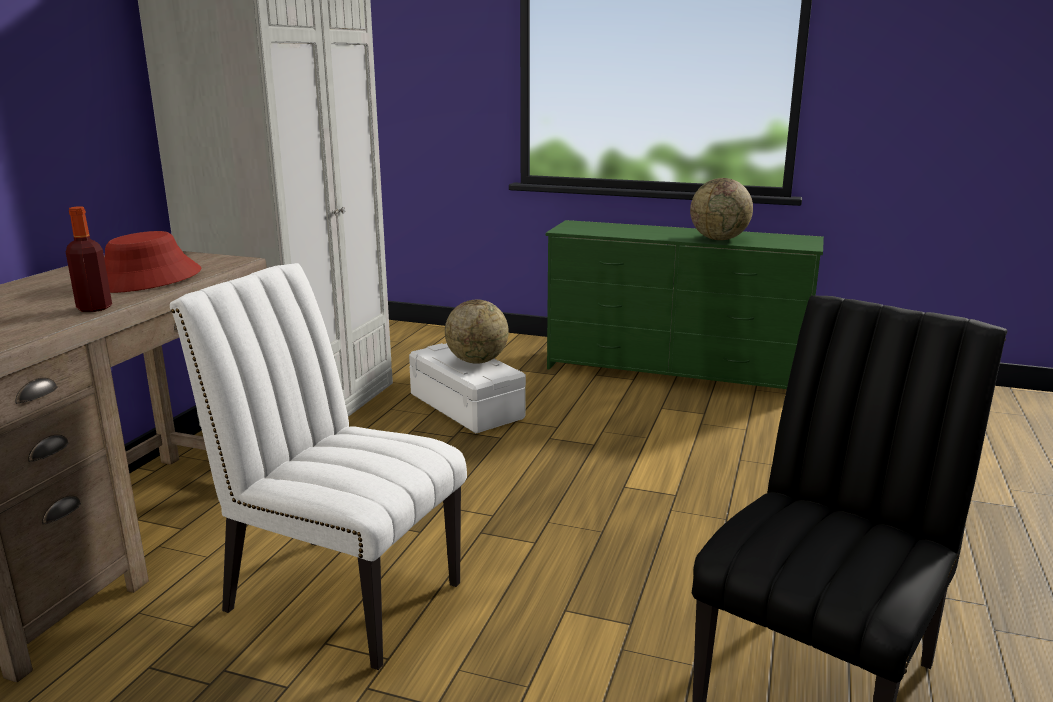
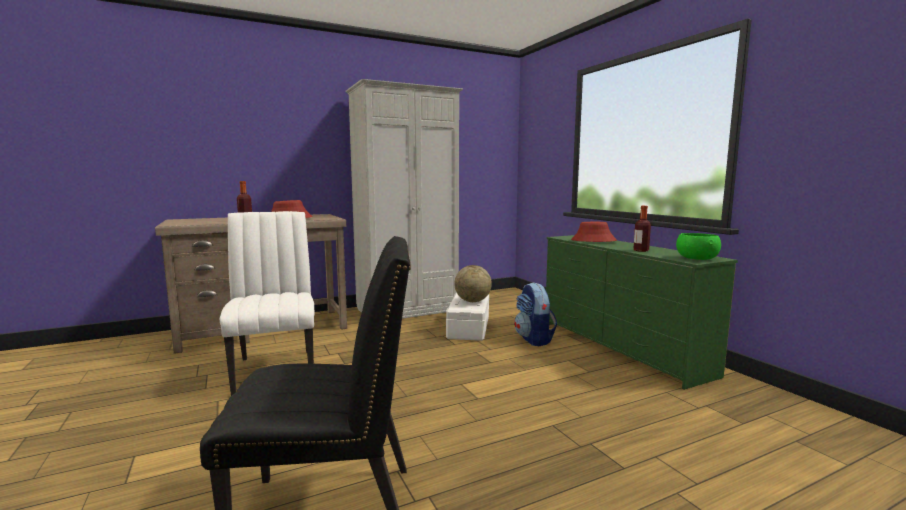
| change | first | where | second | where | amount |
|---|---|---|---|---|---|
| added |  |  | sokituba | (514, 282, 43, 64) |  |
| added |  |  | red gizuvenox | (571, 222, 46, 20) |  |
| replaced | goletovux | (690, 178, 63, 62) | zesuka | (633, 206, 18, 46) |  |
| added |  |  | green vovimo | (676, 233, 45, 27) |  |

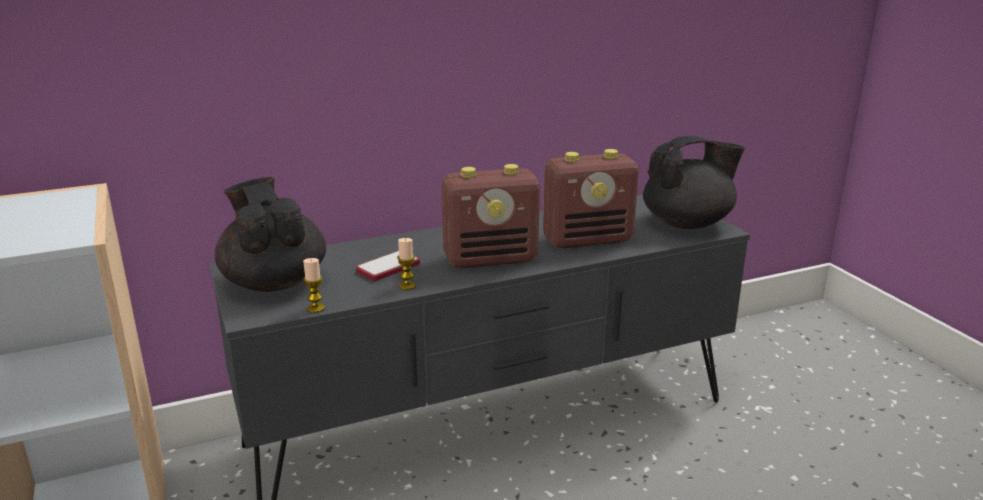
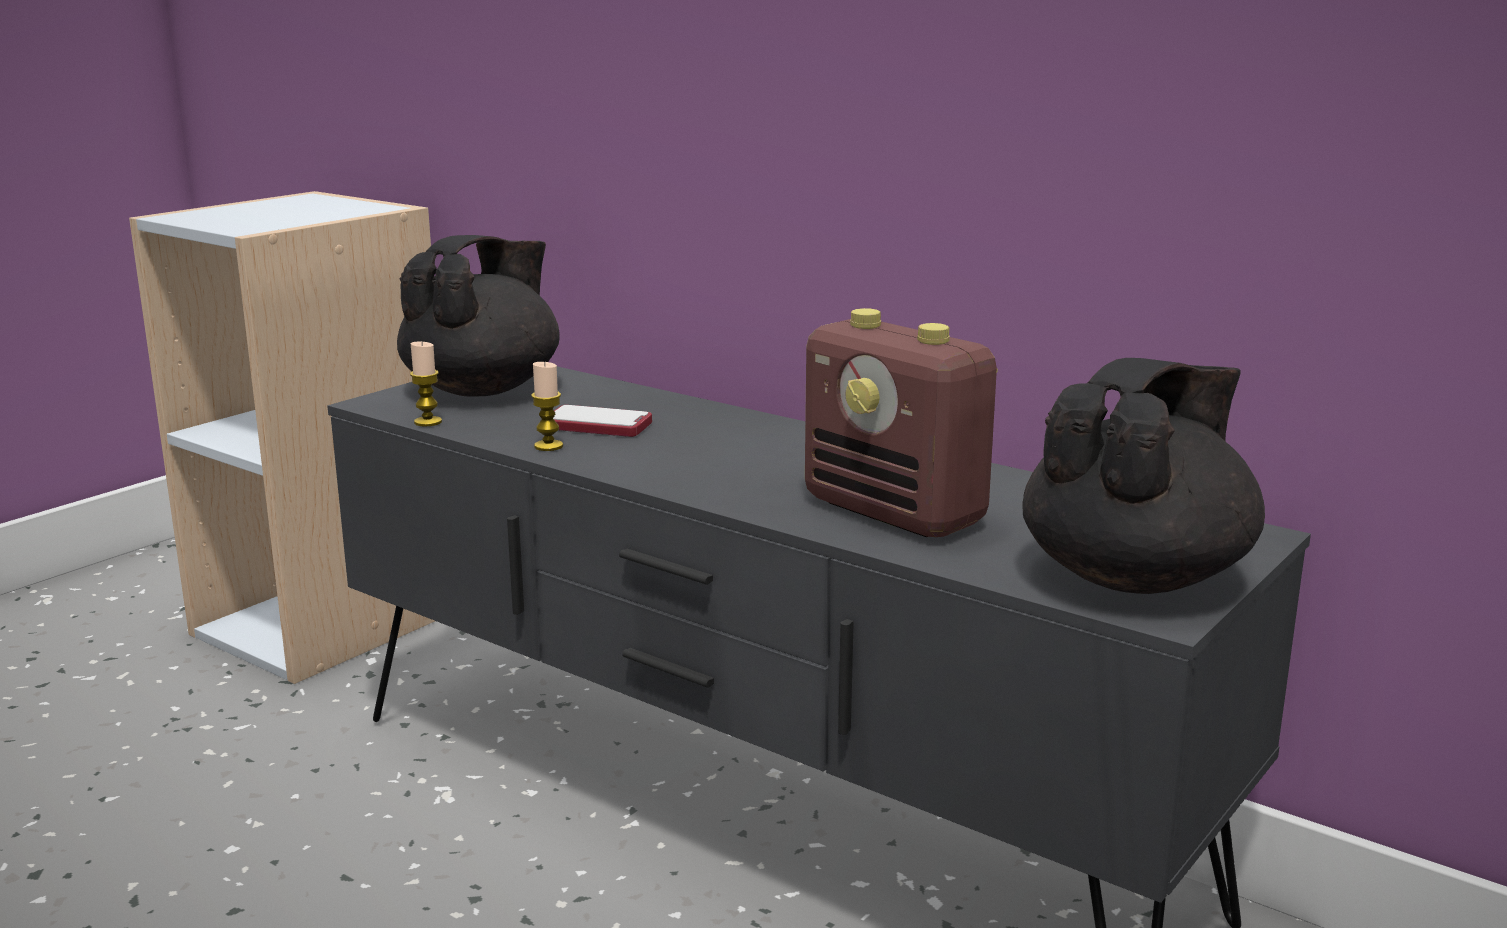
| change | first | where | second | where | amount |
|---|---|---|---|---|---|
| turned | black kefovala | (643, 136, 102, 93) |  | (1022, 358, 243, 236) | 90 degrees counterclockwise |
| removed | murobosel | (442, 164, 98, 104) |  |  |  |

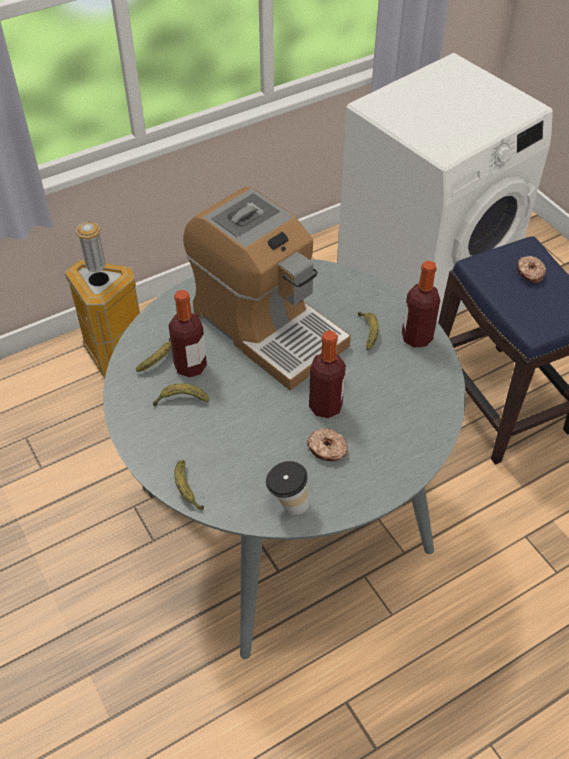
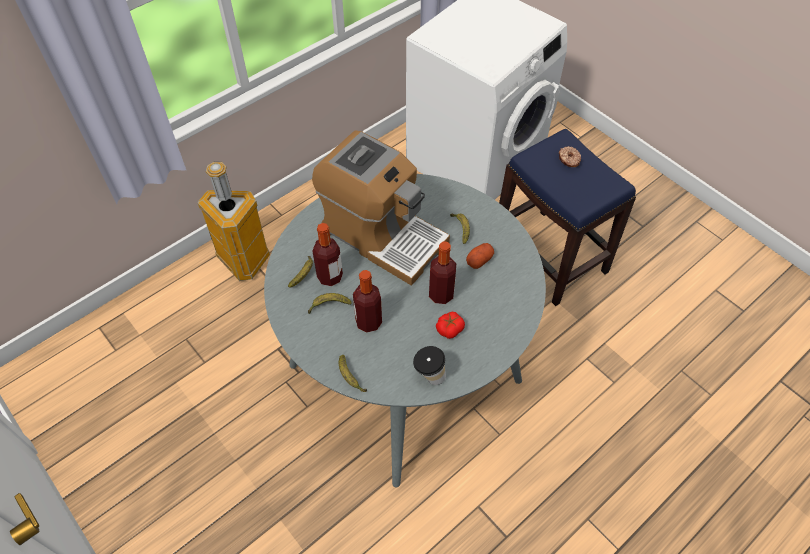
| change | first | where | second | where | amount |
|---|---|---|---|---|---|
| moved | zesuka | (402, 261, 38, 87) |  | (353, 270, 29, 63) |  |
| replaced | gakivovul | (307, 428, 41, 33) | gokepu | (436, 312, 29, 27) |  |
| added |  |  | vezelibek | (466, 243, 28, 26) |  |

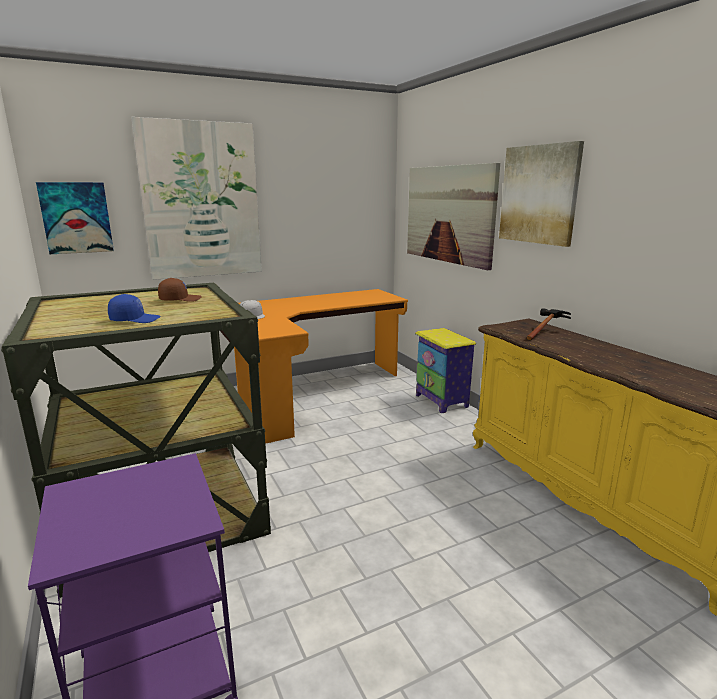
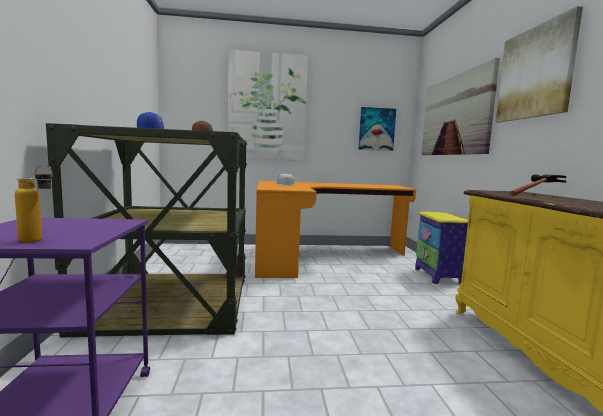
| change | first | where | second | where | amount |
|---|---|---|---|---|---|
| added |  |  | zesuka | (15, 165, 38, 78) |  |
| moved | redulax | (36, 182, 78, 72) |  | (359, 107, 37, 44) |  |

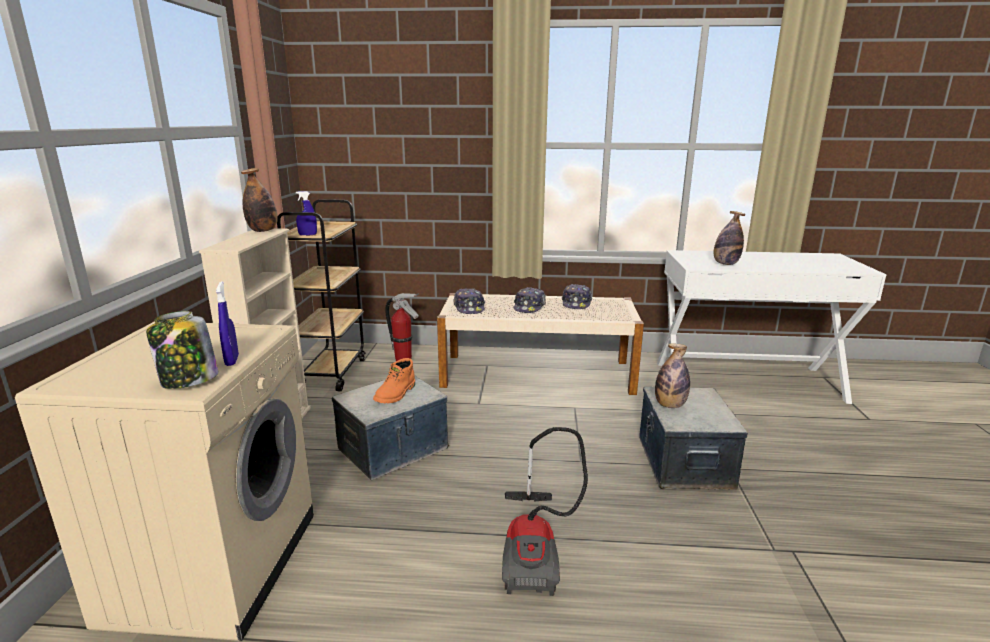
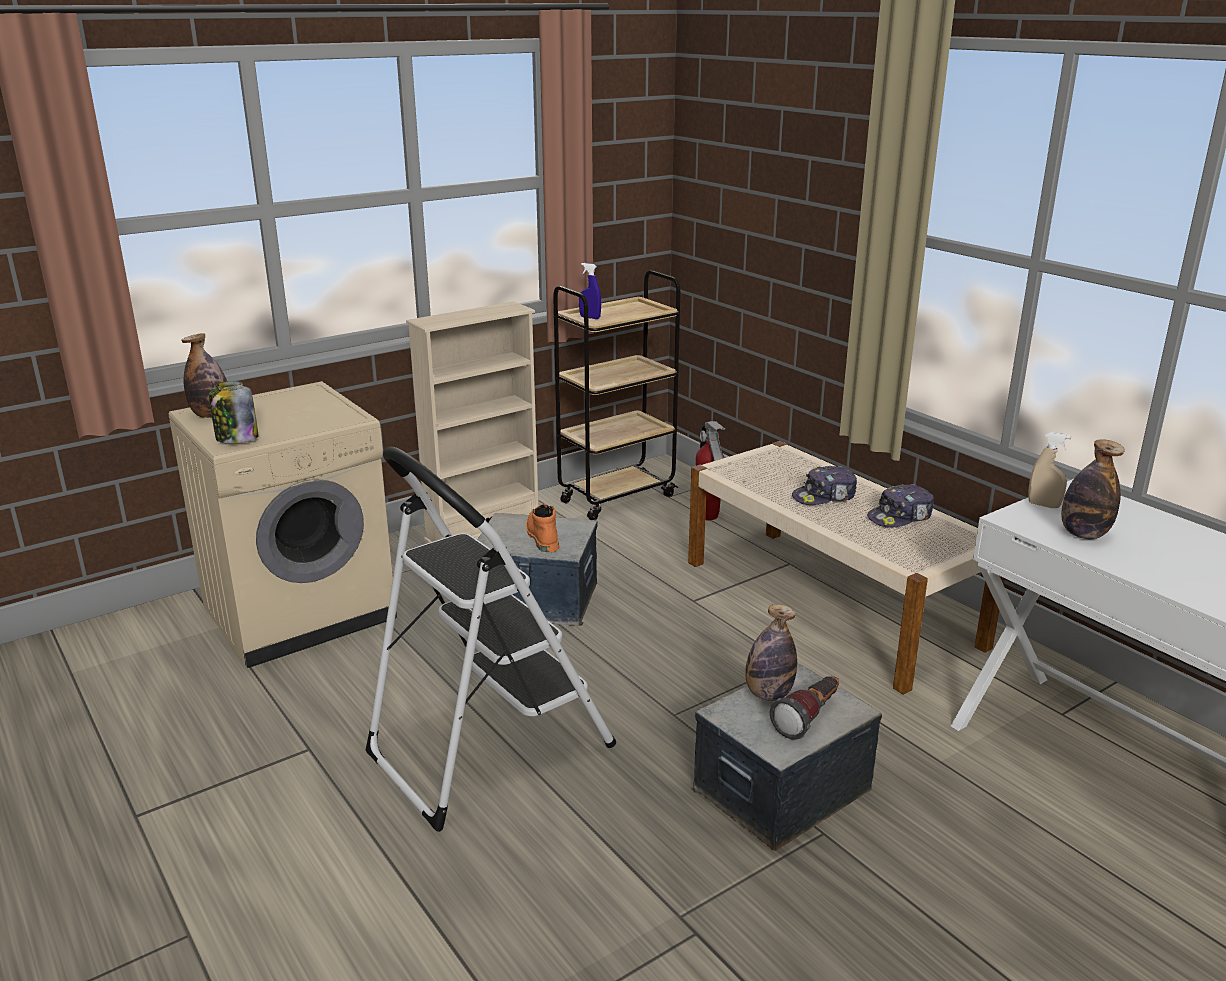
| change | first | where | second | where | amount |
|---|---|---|---|---|---|
| moved | zesuka | (241, 168, 37, 64) |  | (181, 333, 46, 85) |  |
| replaced | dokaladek | (502, 427, 86, 169) | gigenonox | (366, 447, 250, 385) |  |
| turned | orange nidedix | (373, 358, 42, 45) |  | (526, 504, 33, 48) | 90 degrees clockwise |
| added |  |  | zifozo | (770, 676, 69, 64) |  |
| added |  |  | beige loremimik | (1028, 432, 43, 76) |  |
| removed | blue loremimik | (216, 281, 23, 85) |  |  |  |
| removed | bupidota | (453, 288, 32, 26) |  |  |  |

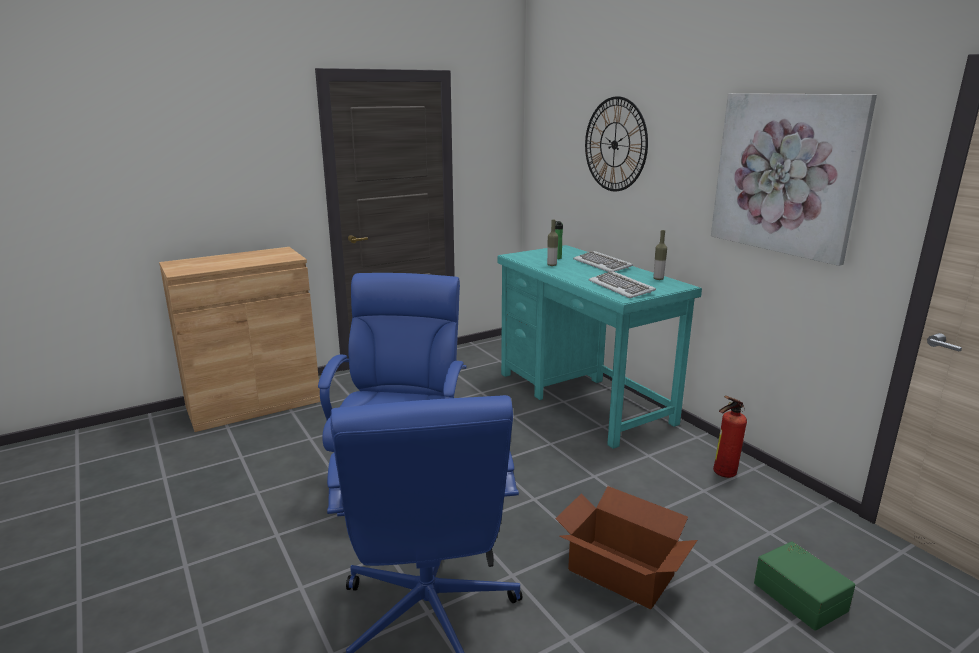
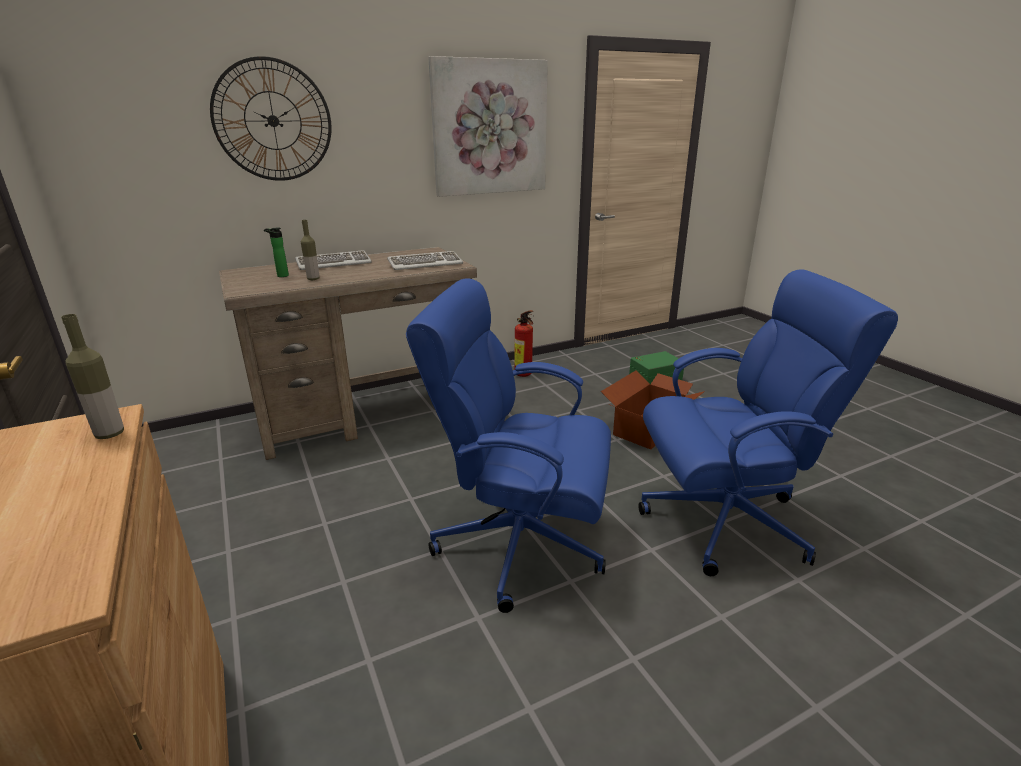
| change | first | where | second | where | amount |
|---|---|---|---|---|---|
| moved | zesuka | (653, 230, 14, 50) |  | (61, 314, 63, 125) |  |
| recoloured | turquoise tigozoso | (497, 245, 205, 204) | brown tigozoso | (219, 247, 258, 213) |  |

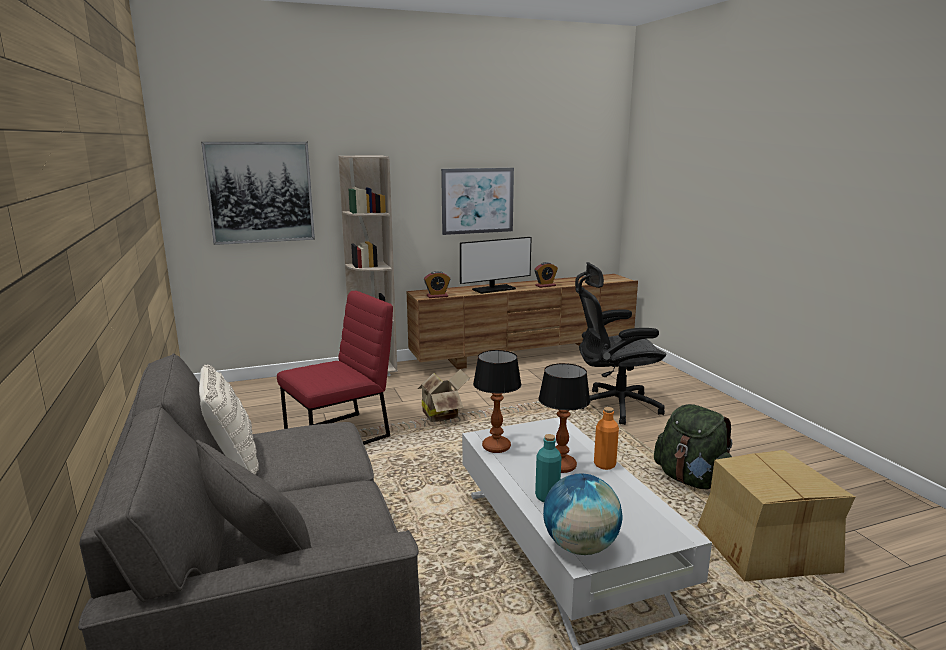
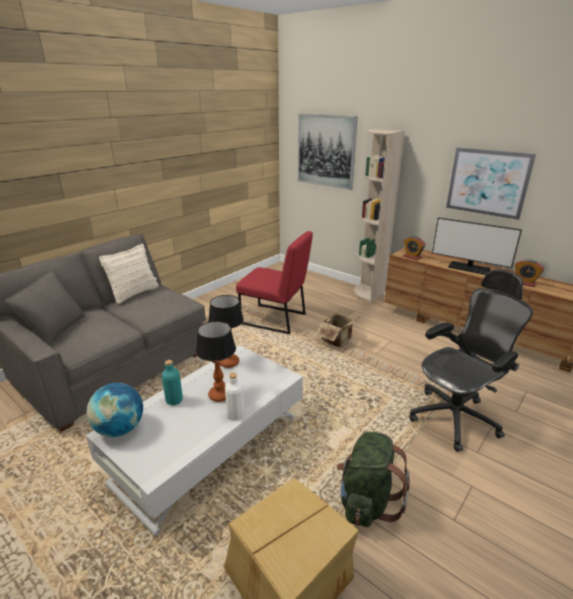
| change | first | where | second | where | amount |
|---|---|---|---|---|---|
| recoloured | orange zesuka | (594, 407, 25, 63) | white zesuka | (225, 373, 19, 47) |  |
| turned | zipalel | (575, 262, 92, 163) |  | (410, 269, 123, 183) | 90 degrees clockwise |

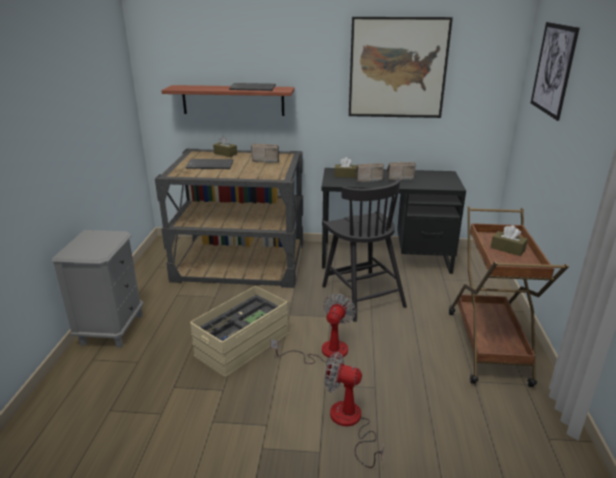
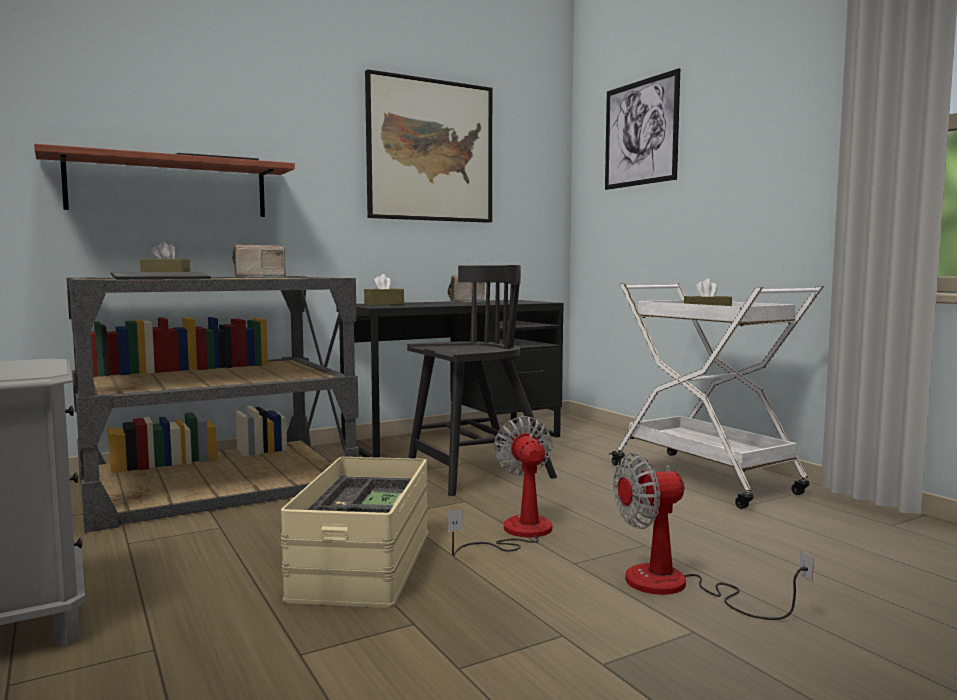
| change | first | where | second | where | amount |
|---|---|---|---|---|---|
| turned | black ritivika | (322, 178, 85, 144) |  | (407, 265, 150, 231) | 60 degrees counterclockwise |
| recoloured | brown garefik | (448, 206, 121, 181) | white garefik | (609, 283, 215, 226) |  |
| removed | murobosel | (355, 163, 29, 20) |  |  |  |

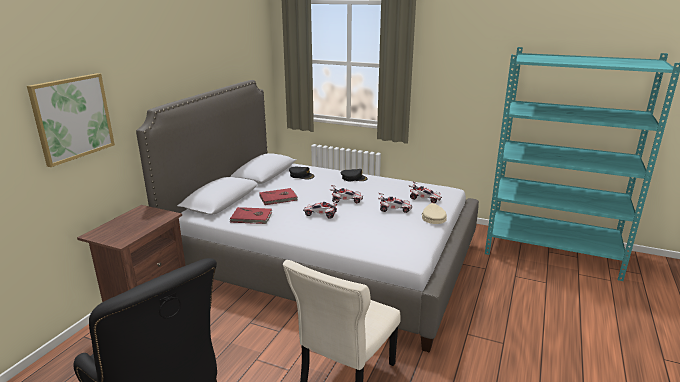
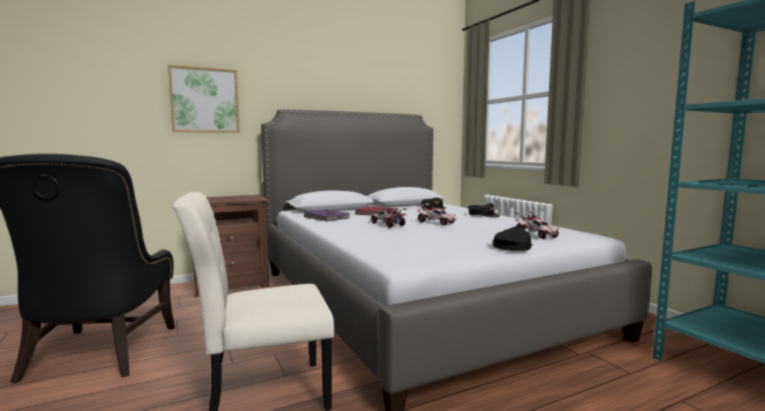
| change | first | where | second | where | amount |
|---|---|---|---|---|---|
| recoloured | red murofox | (230, 207, 43, 17) | purple murofox | (304, 209, 46, 12) |  |
| recoloured | beige bupidota | (422, 203, 25, 21) | black bupidota | (493, 226, 40, 25) |  |
| removed | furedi | (378, 193, 34, 20) |  |  |  |

